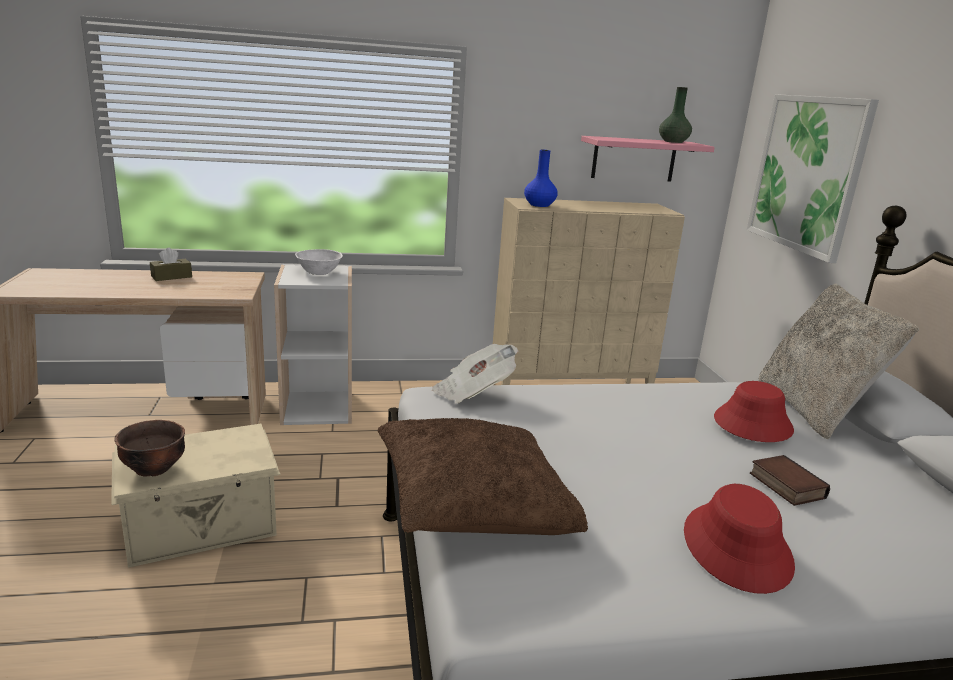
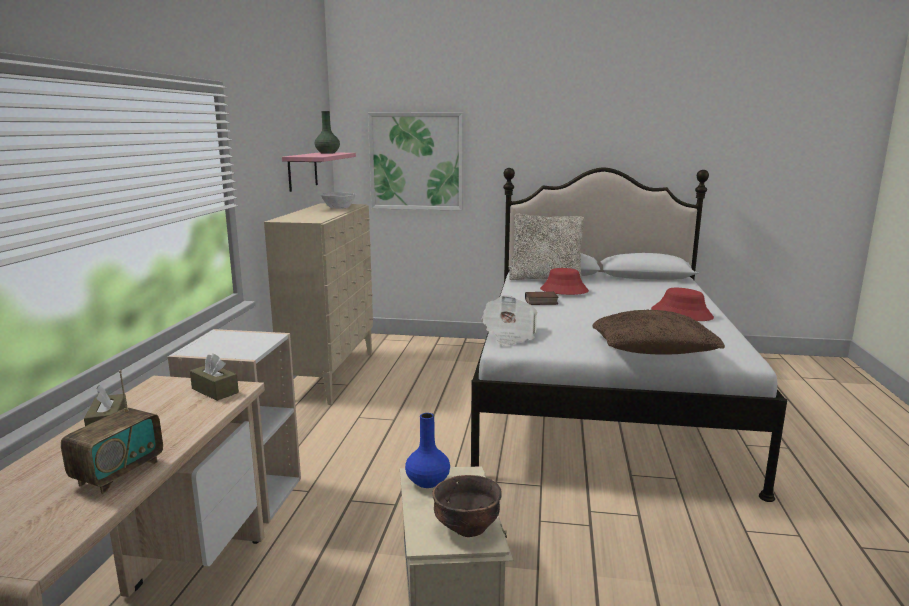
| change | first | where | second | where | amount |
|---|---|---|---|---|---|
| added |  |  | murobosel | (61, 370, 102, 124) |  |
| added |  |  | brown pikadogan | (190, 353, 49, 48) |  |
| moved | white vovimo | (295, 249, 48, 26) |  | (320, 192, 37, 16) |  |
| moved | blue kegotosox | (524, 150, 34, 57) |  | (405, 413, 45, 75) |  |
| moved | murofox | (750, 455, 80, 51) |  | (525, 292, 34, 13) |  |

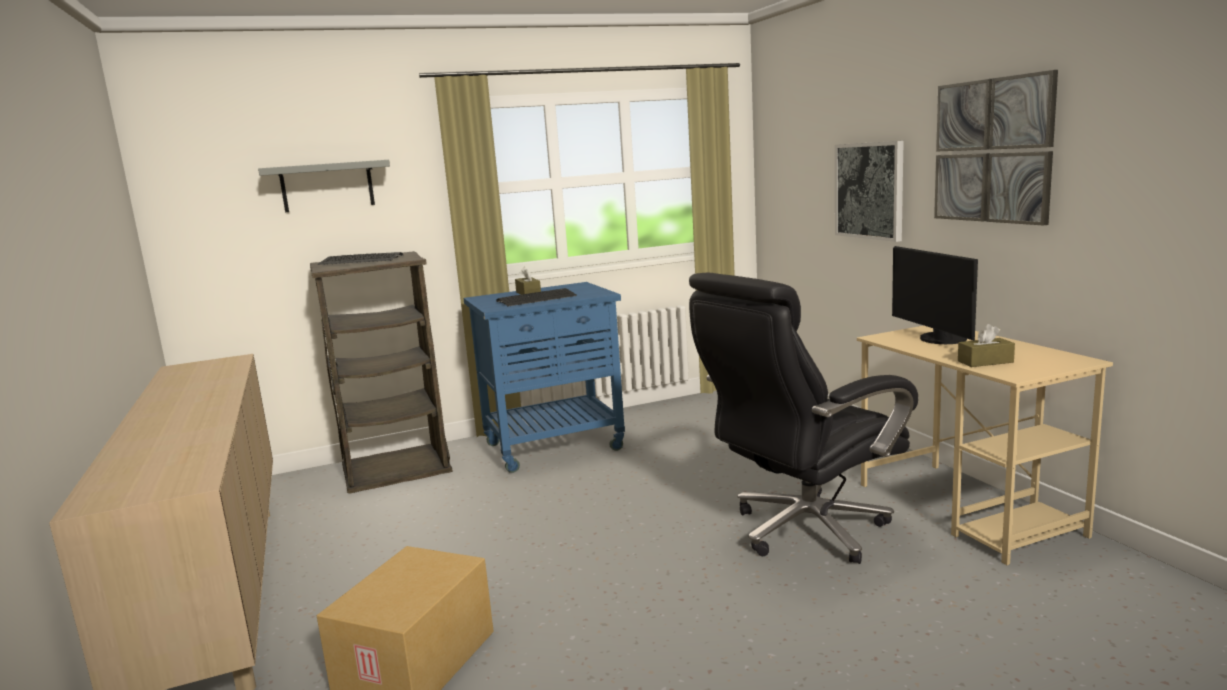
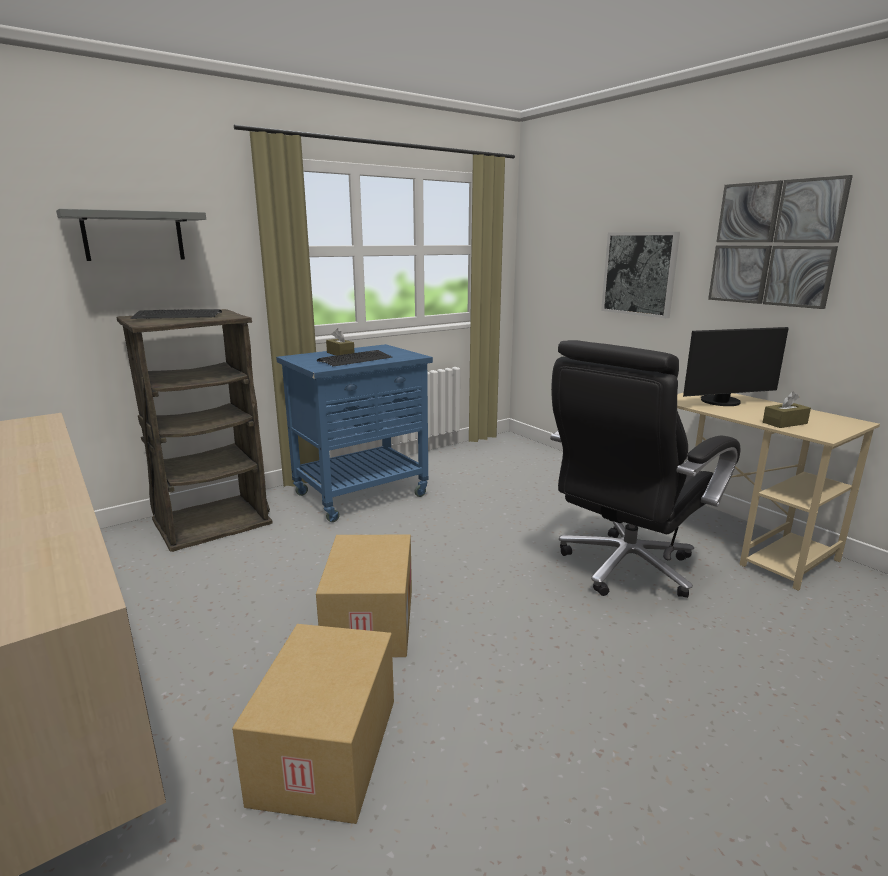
| change | first | where | second | where | amount |
|---|---|---|---|---|---|
| added |  |  | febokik | (316, 535, 96, 122) |  |
| turned | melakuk | (892, 246, 86, 98) |  | (683, 327, 106, 79) | 75 degrees counterclockwise |

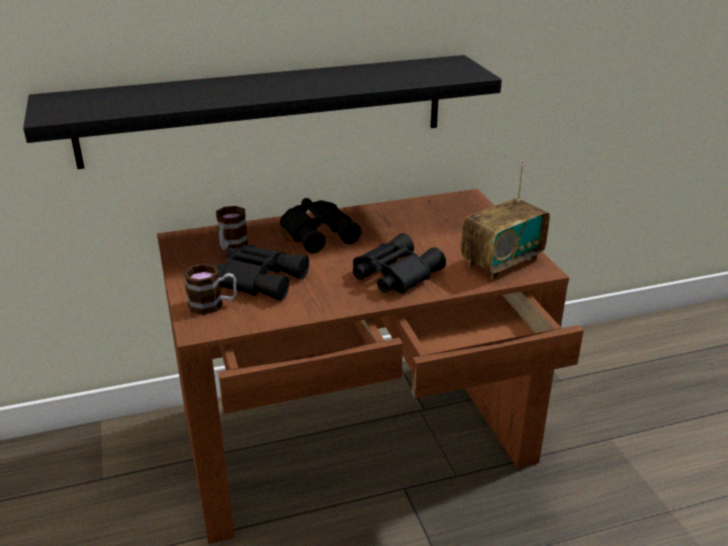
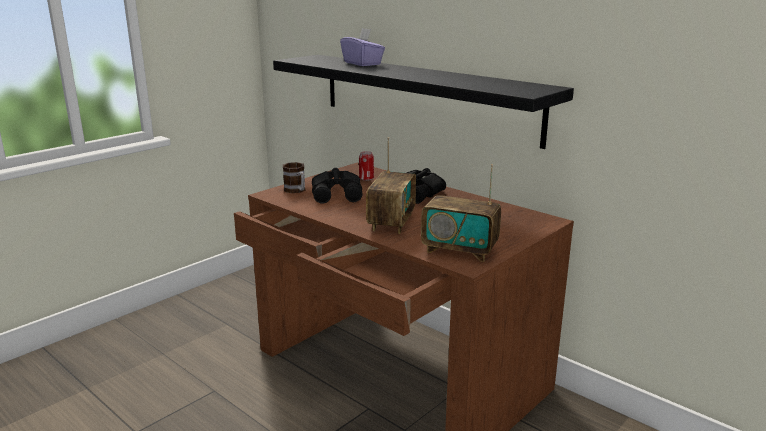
| change | first | where | second | where | amount |
|---|---|---|---|---|---|
| added |  |  | purple pikadogan | (340, 28, 45, 38) |  |
| replaced | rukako | (216, 206, 32, 44) | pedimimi | (359, 151, 15, 30) |  |
| replaced | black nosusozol | (353, 233, 93, 61) | murobosel | (366, 137, 50, 97) |  |

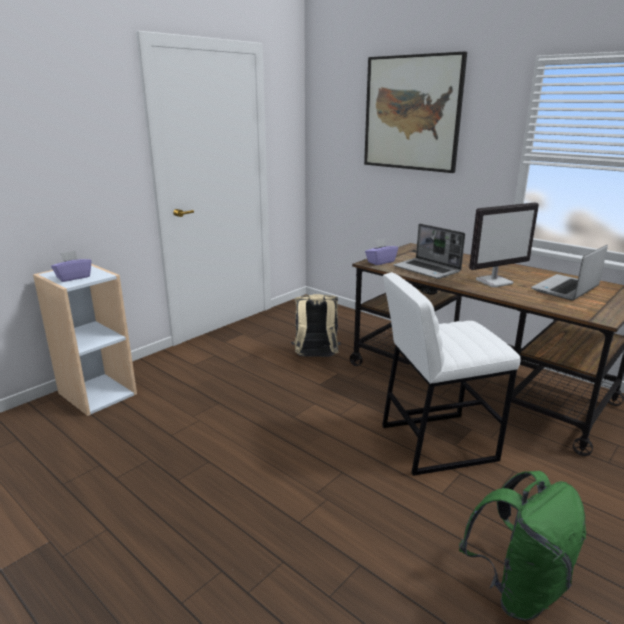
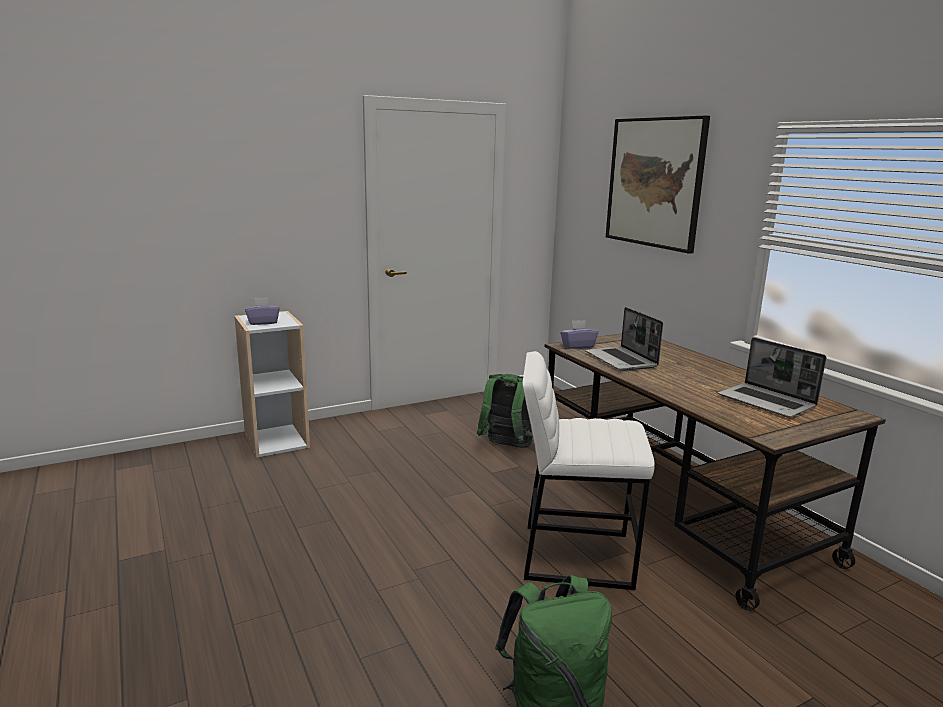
| change | first | where | second | where | amount |
|---|---|---|---|---|---|
| recoloured | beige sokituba | (291, 294, 50, 63) | green sokituba | (477, 374, 56, 74) |  |
| turned | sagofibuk | (531, 245, 77, 56) |  | (718, 338, 108, 80) | 105 degrees counterclockwise |
| removed | melakuk | (469, 202, 70, 85) |  |  |  |

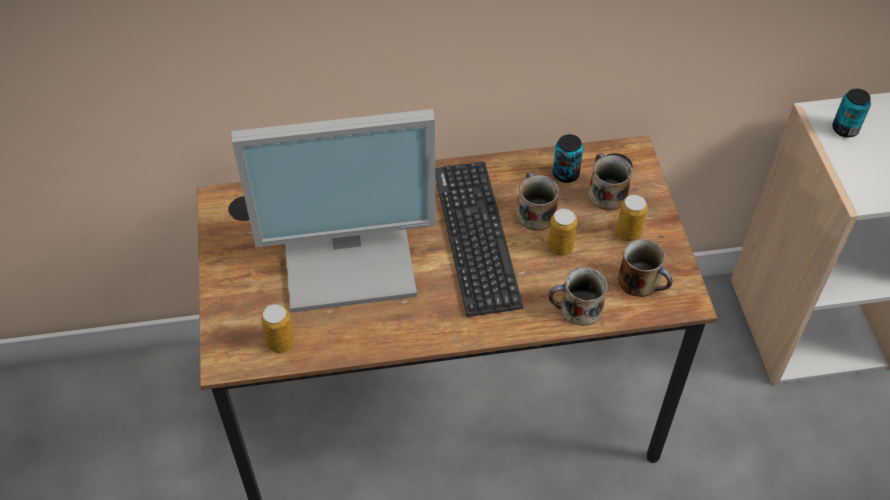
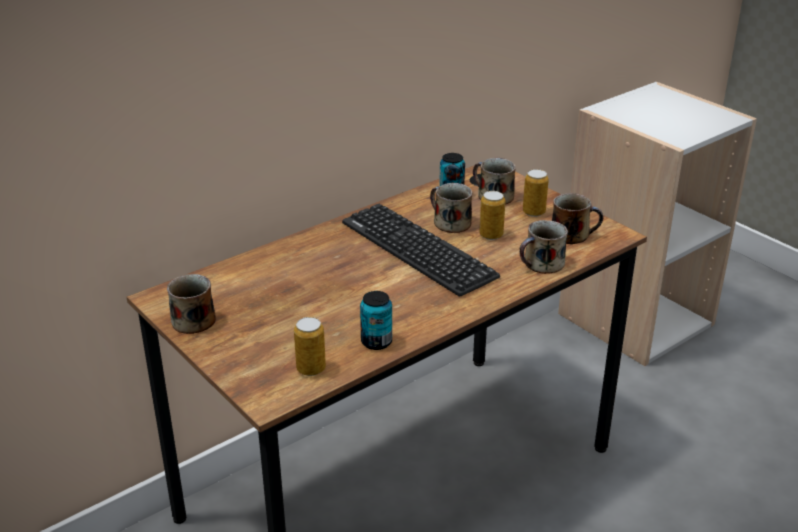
| change | first | where | second | where | amount |
|---|---|---|---|---|---|
| added |  |  | rukako | (167, 274, 49, 60) |  |
| moved | pedimimi | (832, 89, 39, 49) |  | (360, 291, 32, 59) |  |
| removed | melakuk | (231, 109, 205, 204) |  |  |  |

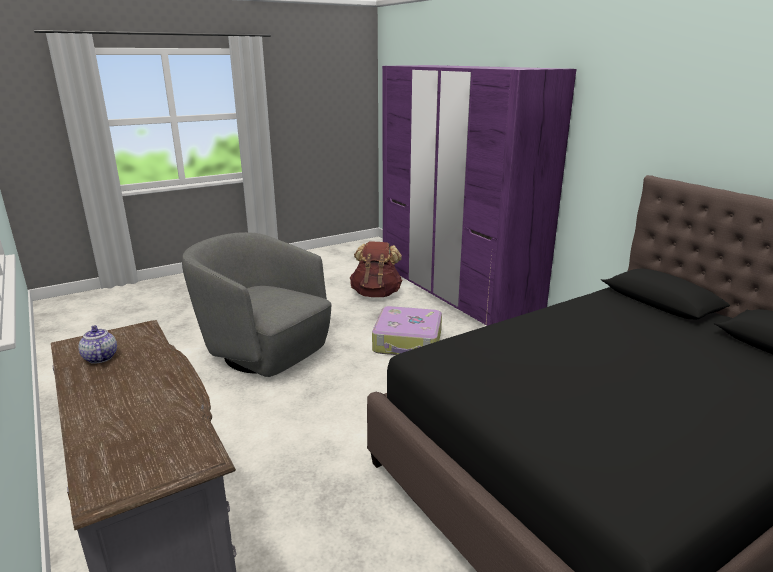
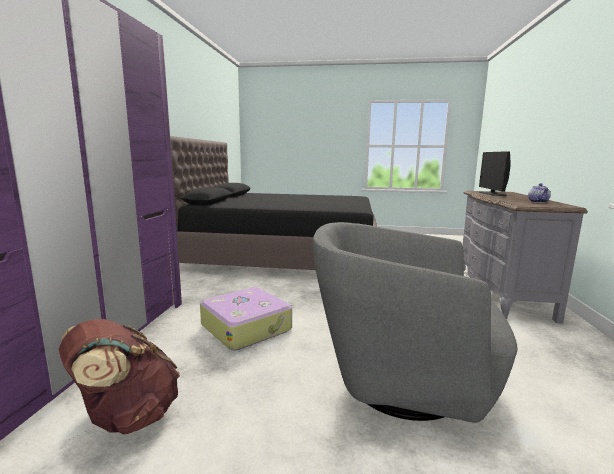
| change | first | where | second | where | amount |
|---|---|---|---|---|---|
| turned | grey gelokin | (182, 232, 150, 145) |  | (313, 222, 205, 201) | 120 degrees clockwise |
| added |  |  | melakuk | (479, 151, 32, 45) |  |

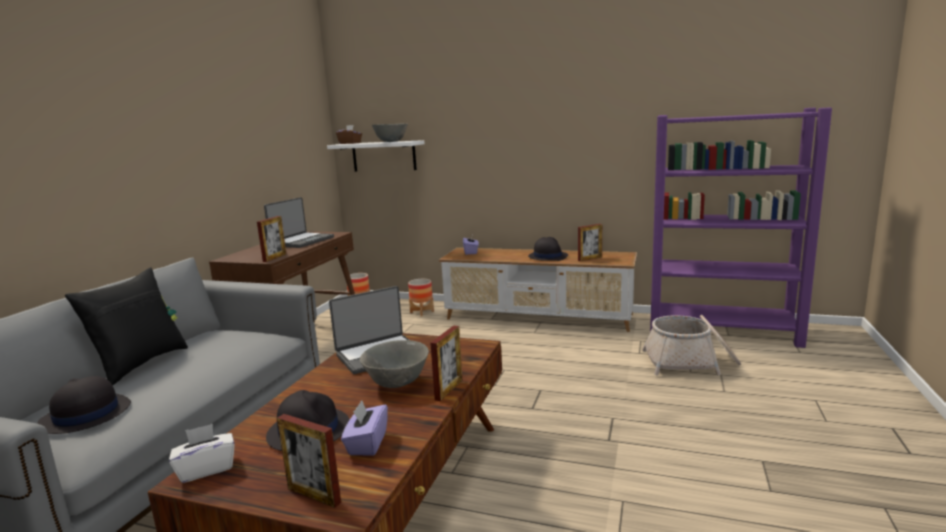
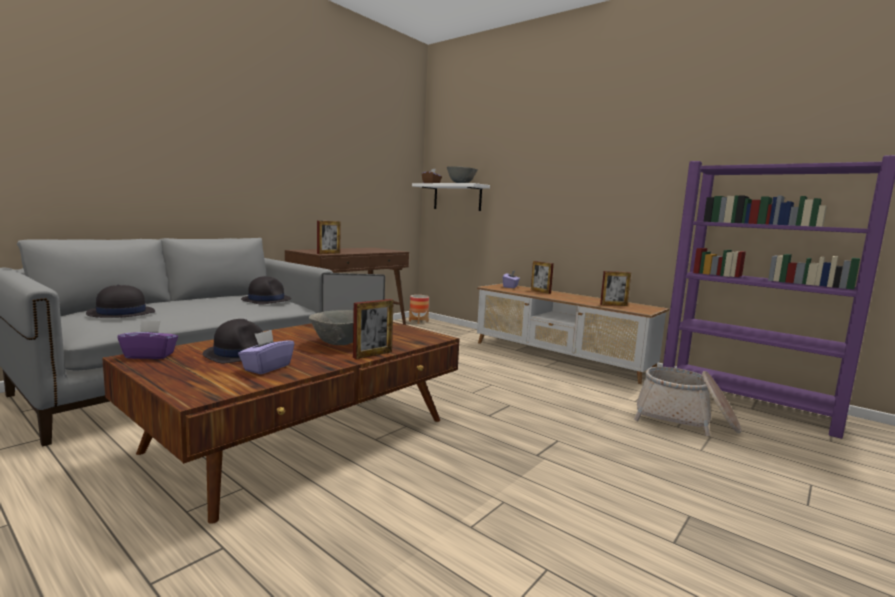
| change | first | where | second | where | amount |
|---|---|---|---|---|---|
| recoloured | white pikadogan | (169, 424, 66, 59) | purple pikadogan | (118, 320, 60, 39) |  |
| moved | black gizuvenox | (528, 237, 40, 24) |  | (241, 276, 50, 29) |  |
| moved | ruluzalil | (277, 414, 64, 94) |  | (531, 261, 23, 33) |  |
| removed | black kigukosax | (65, 268, 123, 117) |  |  |  |
| removed | sagofibuk | (264, 197, 70, 51) |  |  |  |
| removed | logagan | (408, 279, 26, 37) |  |  |  |

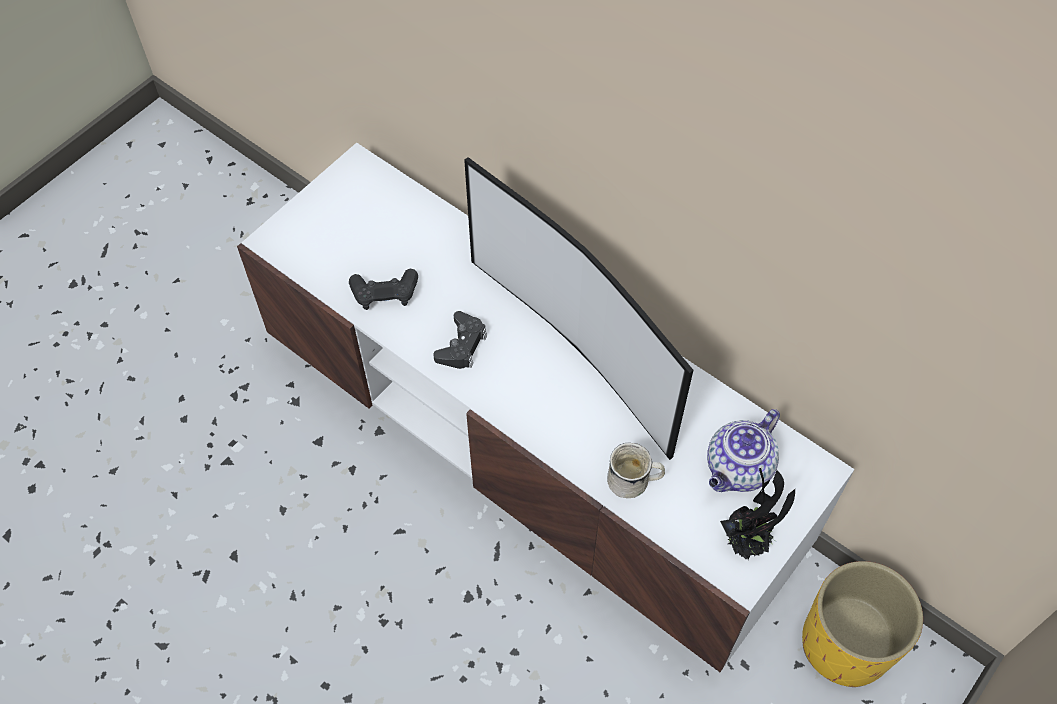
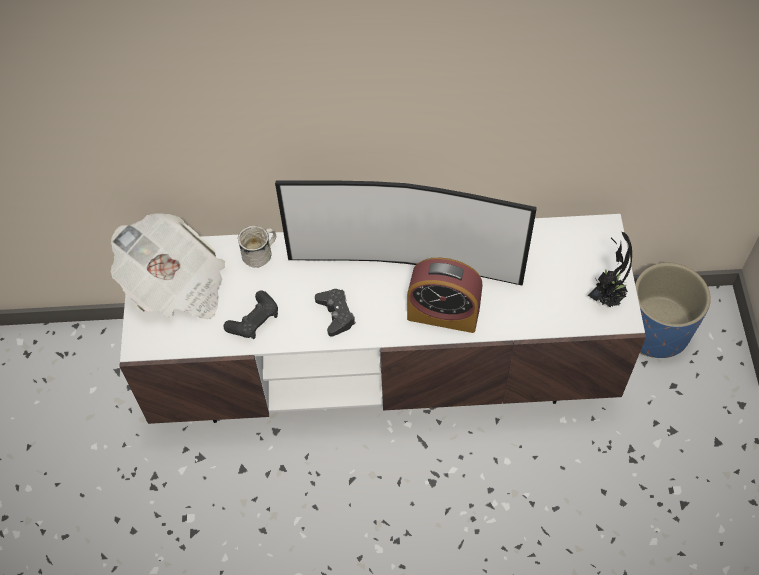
| change | first | where | second | where | amount |
|---|---|---|---|---|---|
| added |  |  | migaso | (110, 213, 115, 106) |  |
| moved | white rukako | (607, 443, 58, 55) |  | (238, 226, 38, 42) |  |
| added |  |  | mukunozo | (407, 258, 76, 75) |  |
| recoloured | yellow logagan | (802, 561, 121, 126) | blue logagan | (635, 263, 76, 95) |  |
| removed | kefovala | (707, 409, 73, 83) |  |  |  |

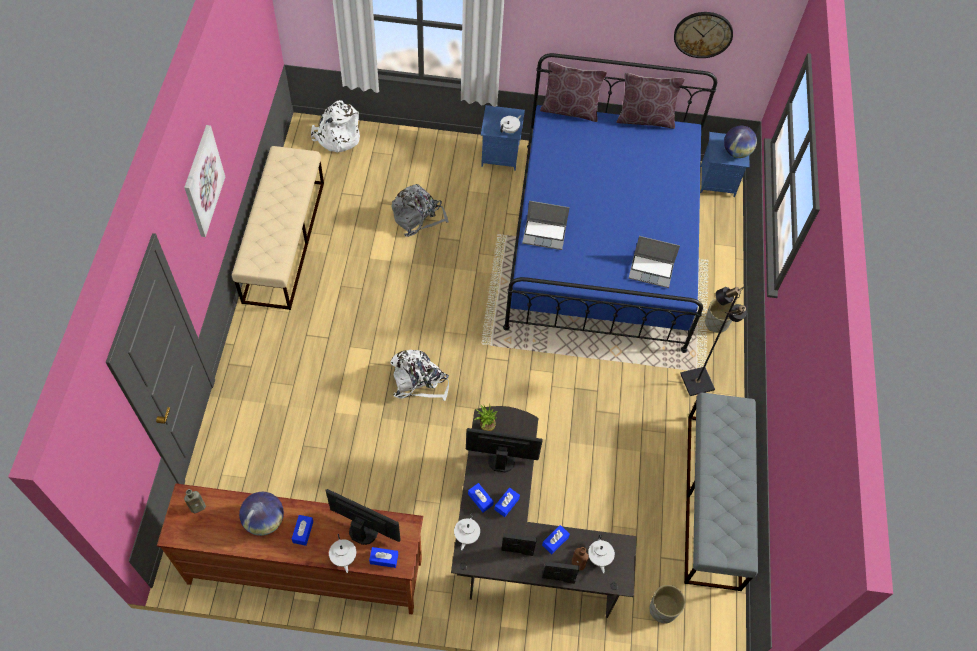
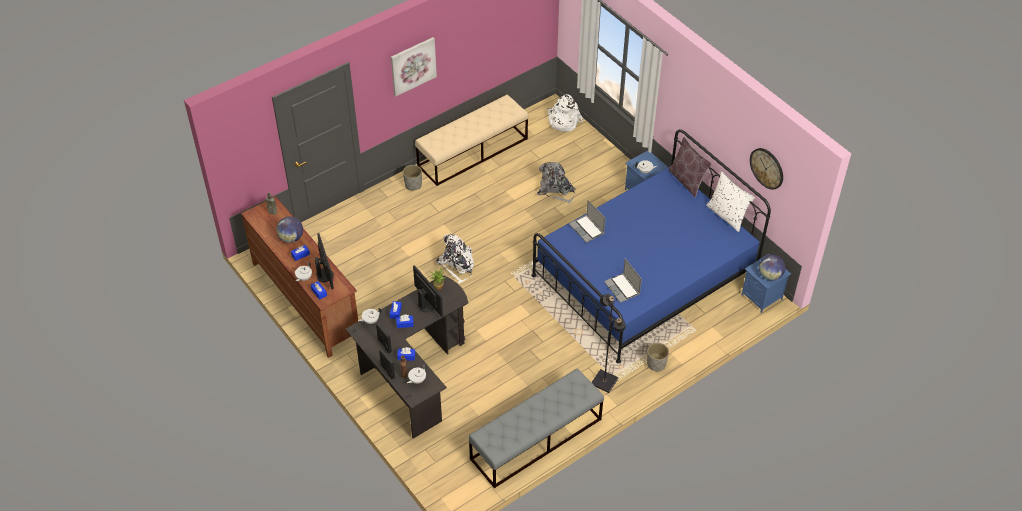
| change | first | where | second | where | amount |
|---|---|---|---|---|---|
| moved | grey logagan | (650, 585, 35, 39) |  | (403, 165, 19, 26) |  |
| recoloured | brown kigukosax | (616, 73, 69, 56) | white kigukosax | (706, 172, 49, 60) |  |

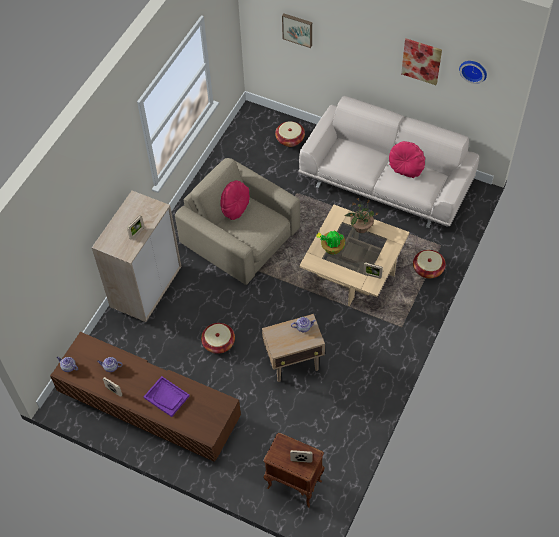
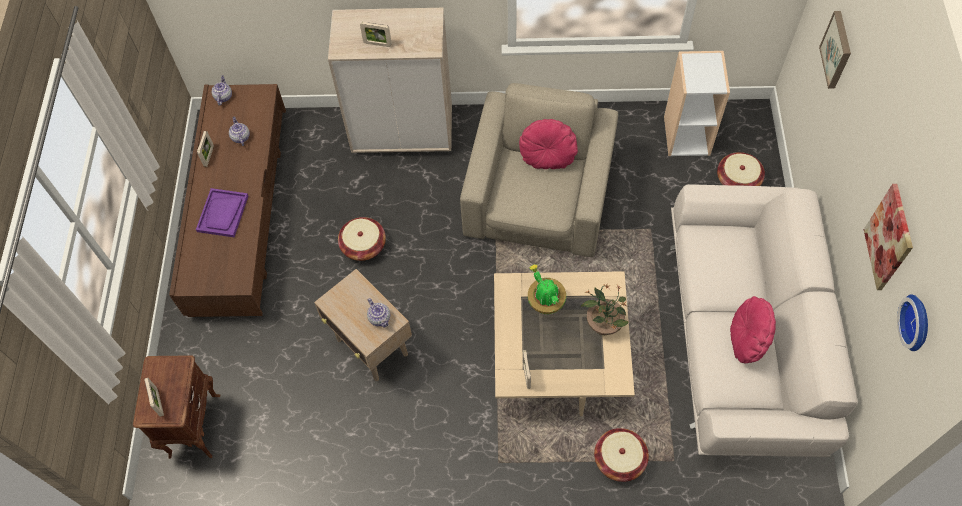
| change | first | where | second | where | amount |
|---|---|---|---|---|---|
| added |  |  | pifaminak | (664, 51, 66, 105) |  |

